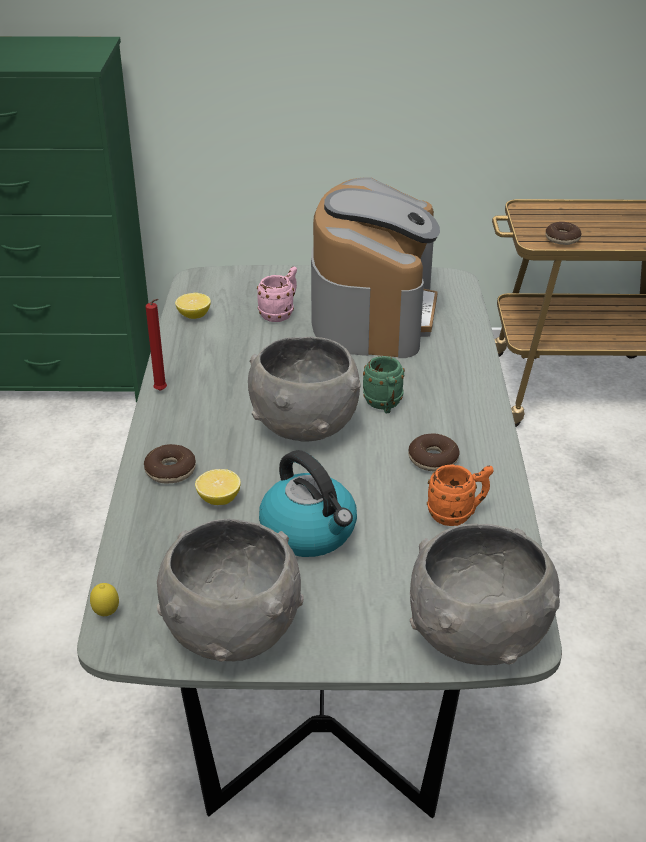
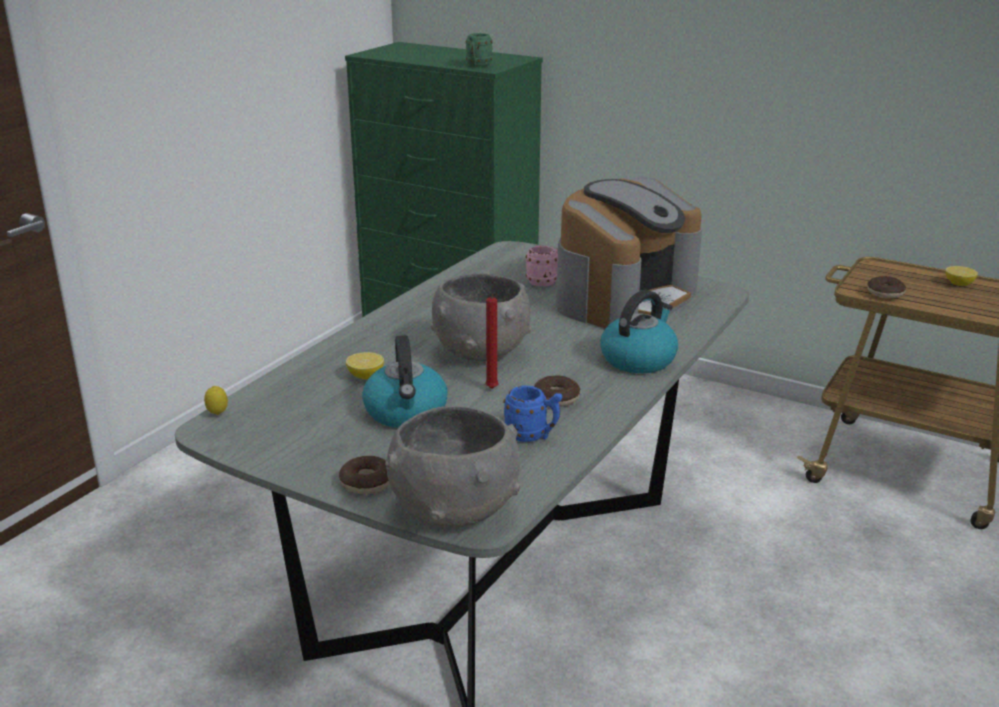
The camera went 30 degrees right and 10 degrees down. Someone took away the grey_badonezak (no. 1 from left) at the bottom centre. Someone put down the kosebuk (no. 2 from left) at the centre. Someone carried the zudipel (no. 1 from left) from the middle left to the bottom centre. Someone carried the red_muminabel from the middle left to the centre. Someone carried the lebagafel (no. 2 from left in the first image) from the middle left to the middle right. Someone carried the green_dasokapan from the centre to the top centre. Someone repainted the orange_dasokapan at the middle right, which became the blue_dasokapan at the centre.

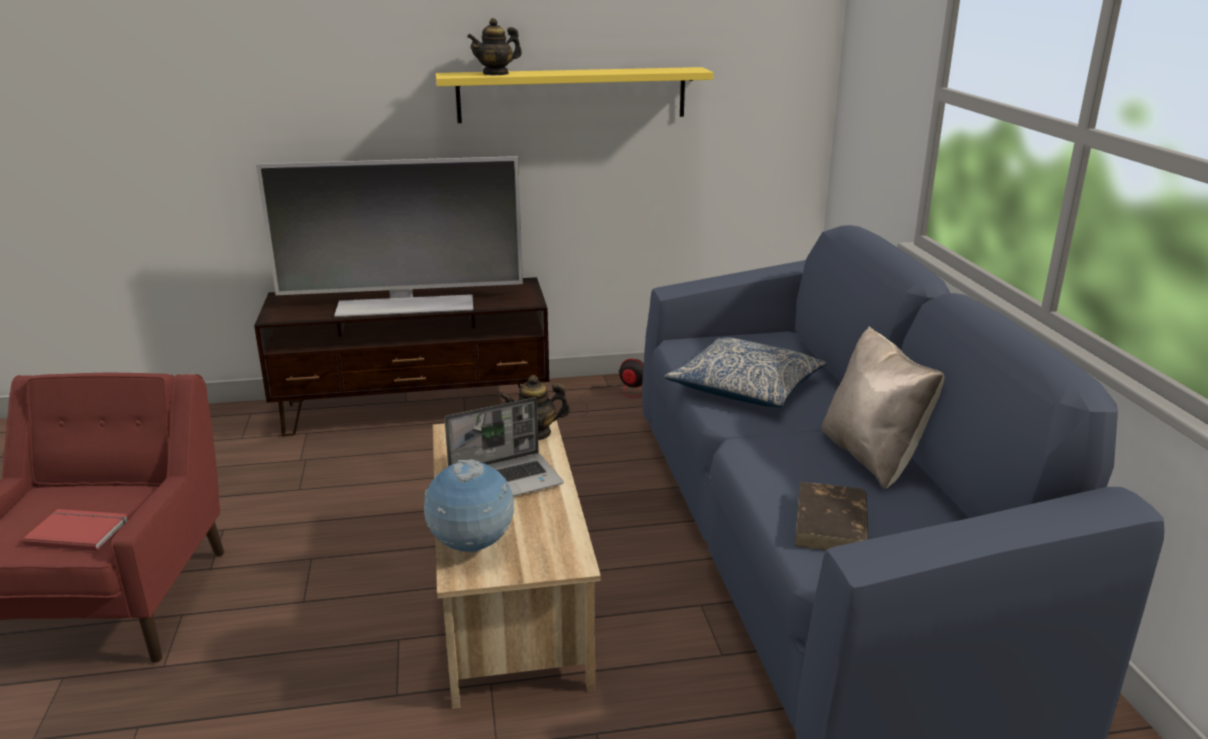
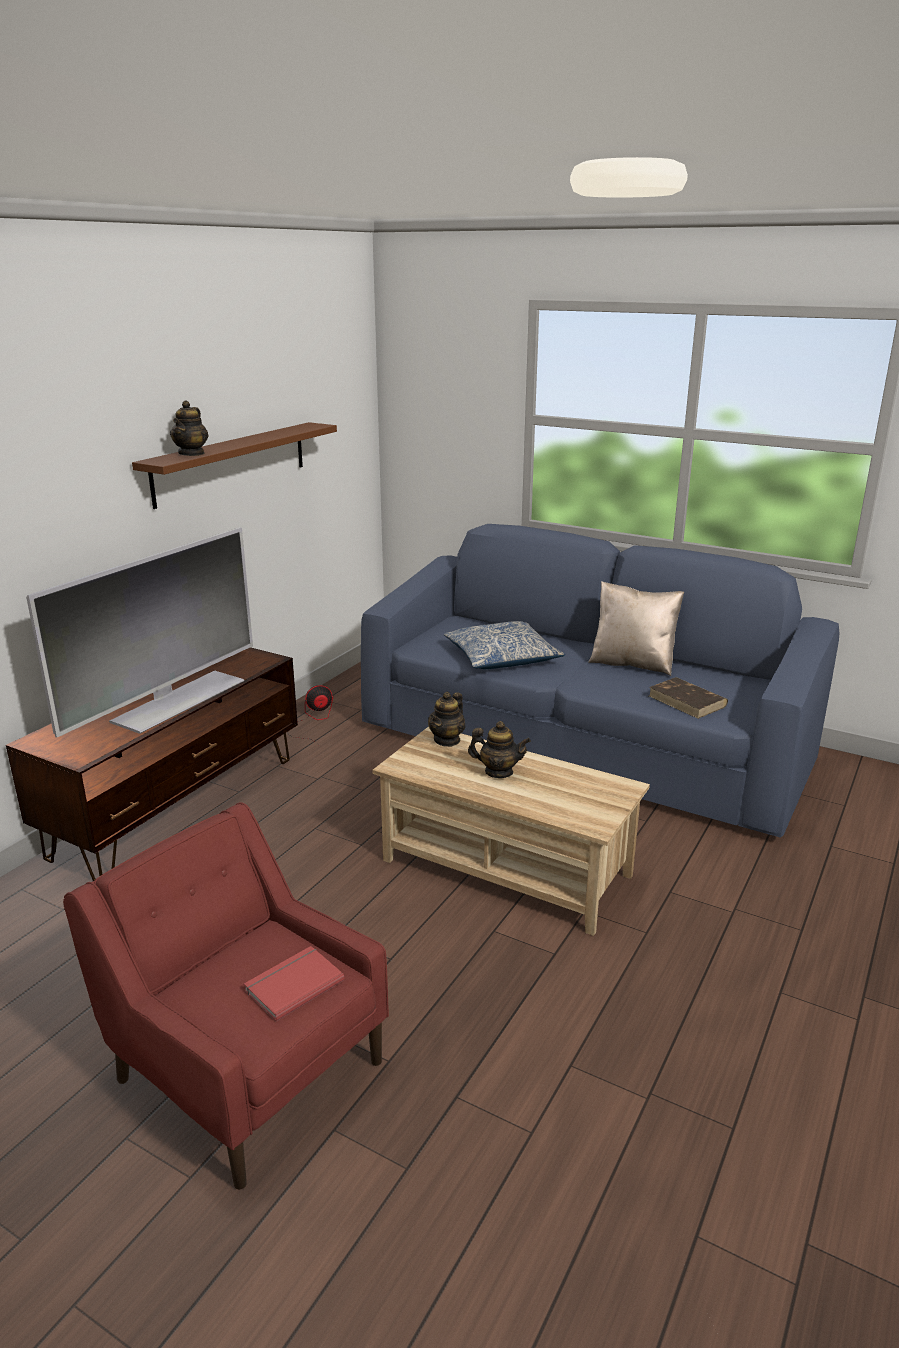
The camera went 50 degrees left and 0 degrees up. Someone took away the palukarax at the bottom centre. Someone swapped the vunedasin at the centre for the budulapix (no. 3 from left) at the centre. Someone repainted the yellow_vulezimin at the top centre, which became the brown_vulezimin at the middle left.

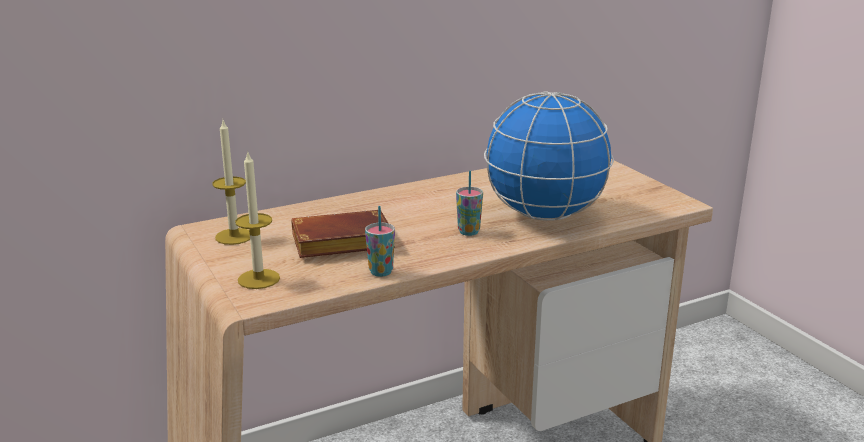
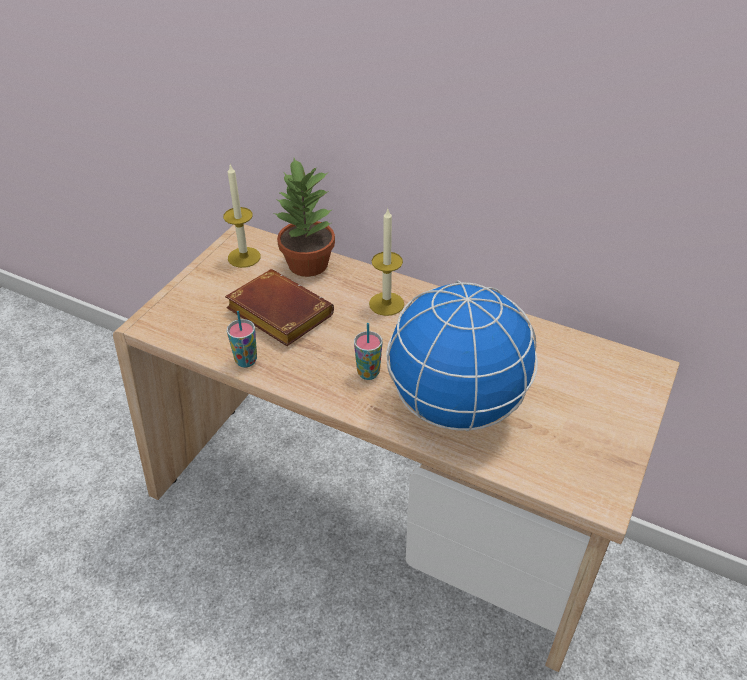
The camera went 55 degrees right and 20 degrees up. Someone put down the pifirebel at the top centre. Someone carried the muminabel (no. 2 from left) from the middle left to the centre.

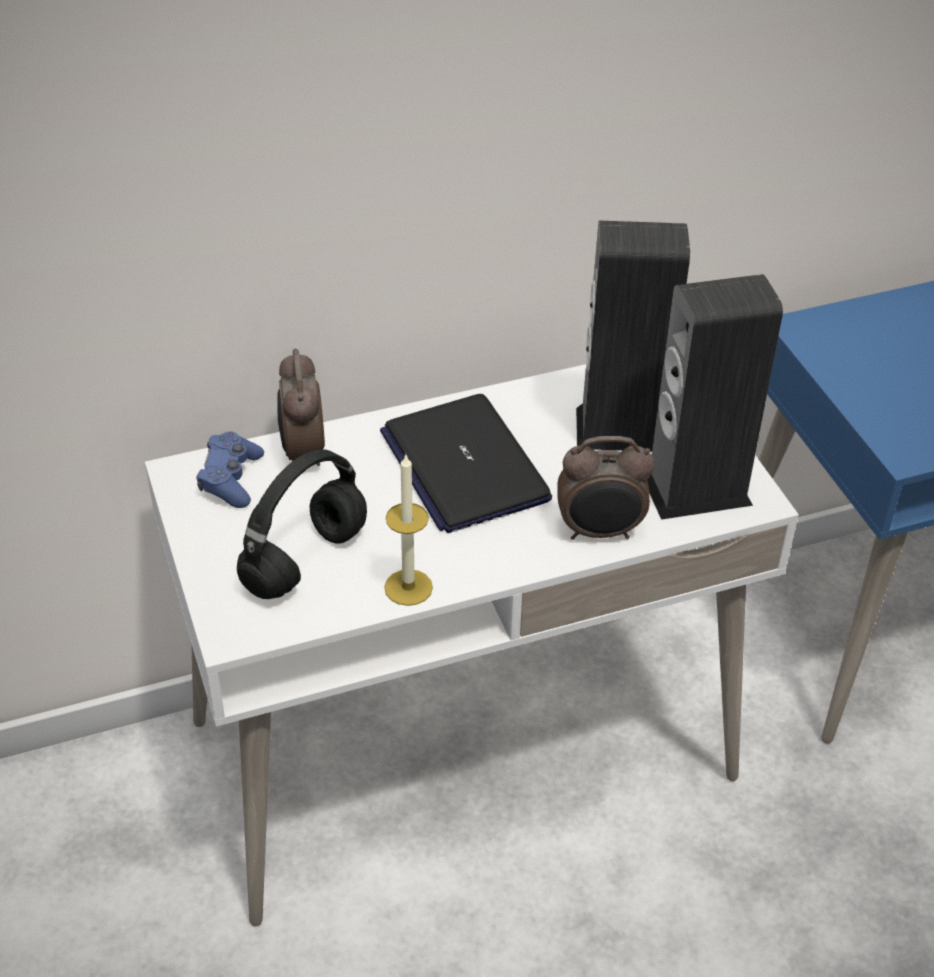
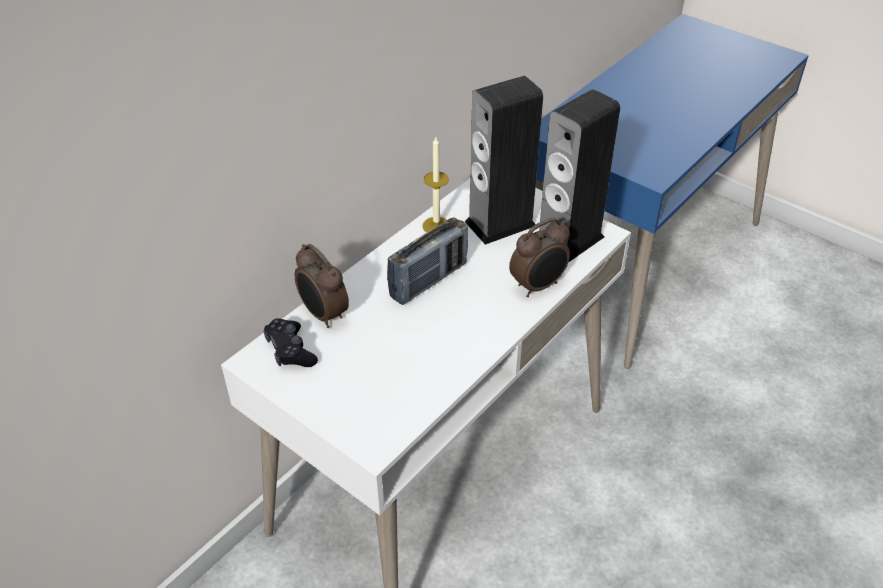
The camera went 30 degrees left and 0 degrees up. Someone took away the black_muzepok at the middle left. Someone carried the muminabel from the centre to the top centre. Someone swapped the vunedasin at the centre for the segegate at the centre. Someone repainted the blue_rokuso at the middle left, which became the black_rokuso at the middle left.

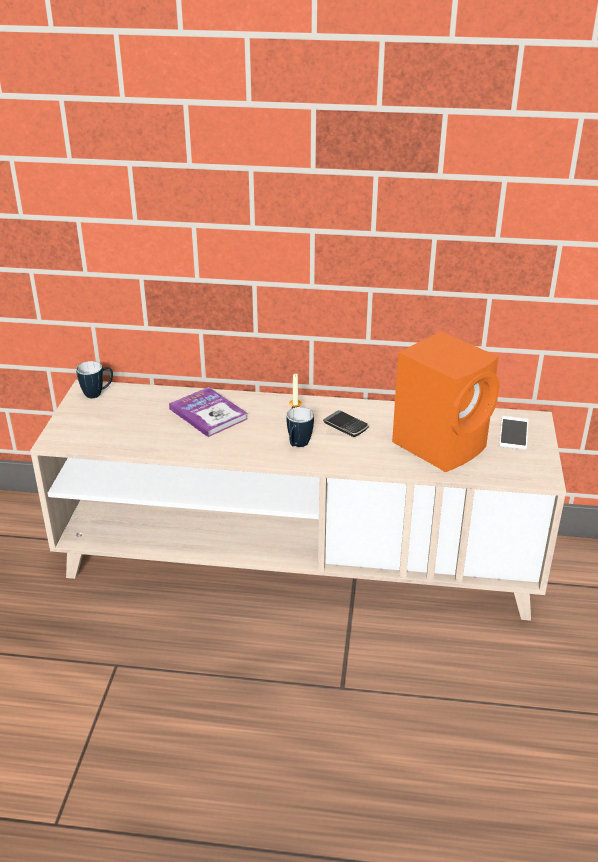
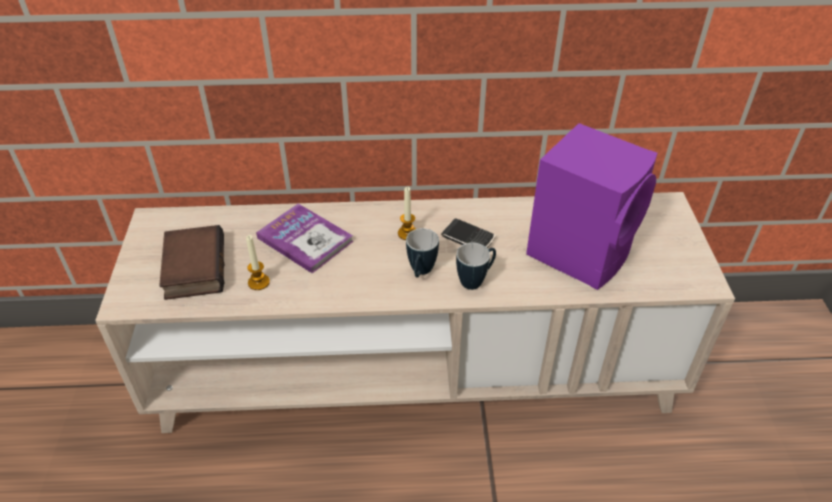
The camera went 10 degrees left and 10 degrees up. Someone took away the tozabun (no. 2 from left) at the middle right. Someone put down the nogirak (no. 1 from left) at the middle left. Someone put down the muminabel (no. 1 from left) at the middle left. Someone carried the dasokapan (no. 1 from left in the first image) from the middle left to the centre. Someone repainted the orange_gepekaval at the middle right, which became the purple_gepekaval at the middle right.

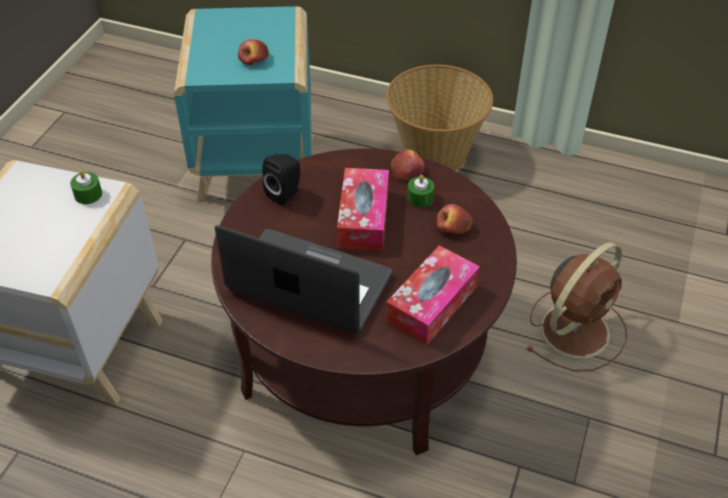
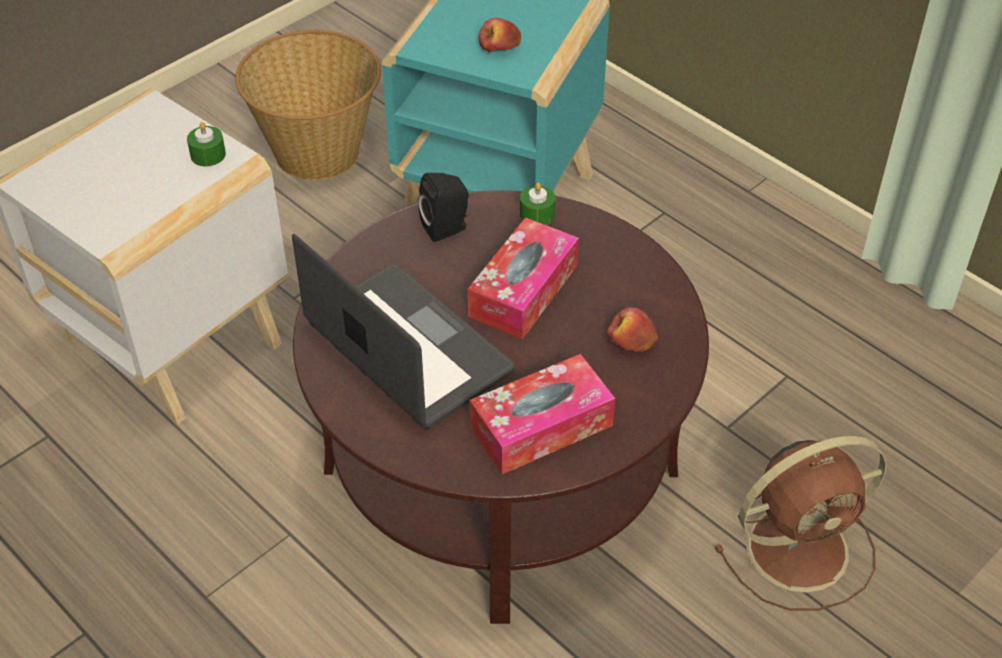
The camera went 25 degrees right and 0 degrees up. Someone took away the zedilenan (no. 2 from left) at the top centre. Someone carried the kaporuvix from the top centre to the top left. Someone carried the green_muminabel (no. 2 from left) from the centre to the top centre.

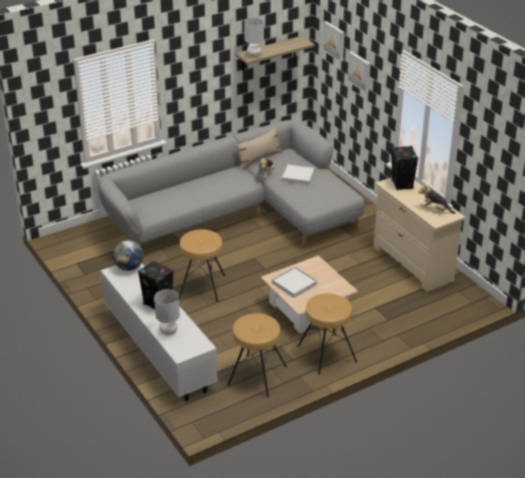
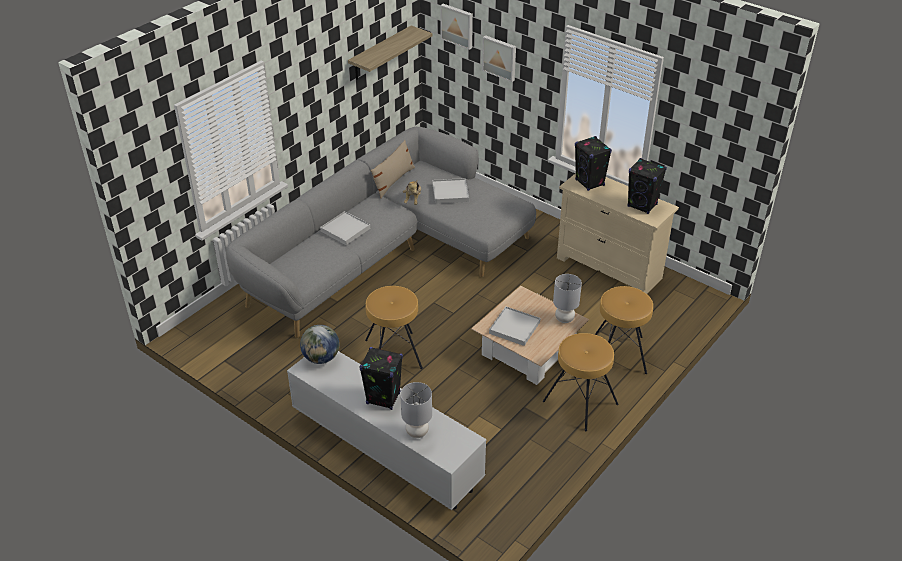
The camera went 20 degrees left and 5 degrees up. Someone put down the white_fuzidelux (no. 1 from left) at the centre. Someone carried the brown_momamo (no. 2 from left in the first image) from the bottom centre to the middle right. Someone carried the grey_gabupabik (no. 2 from left) from the top centre to the centre. Someone swapped the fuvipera (no. 2 from left) at the middle right for the black_gepekaval (no. 3 from left) at the top right.

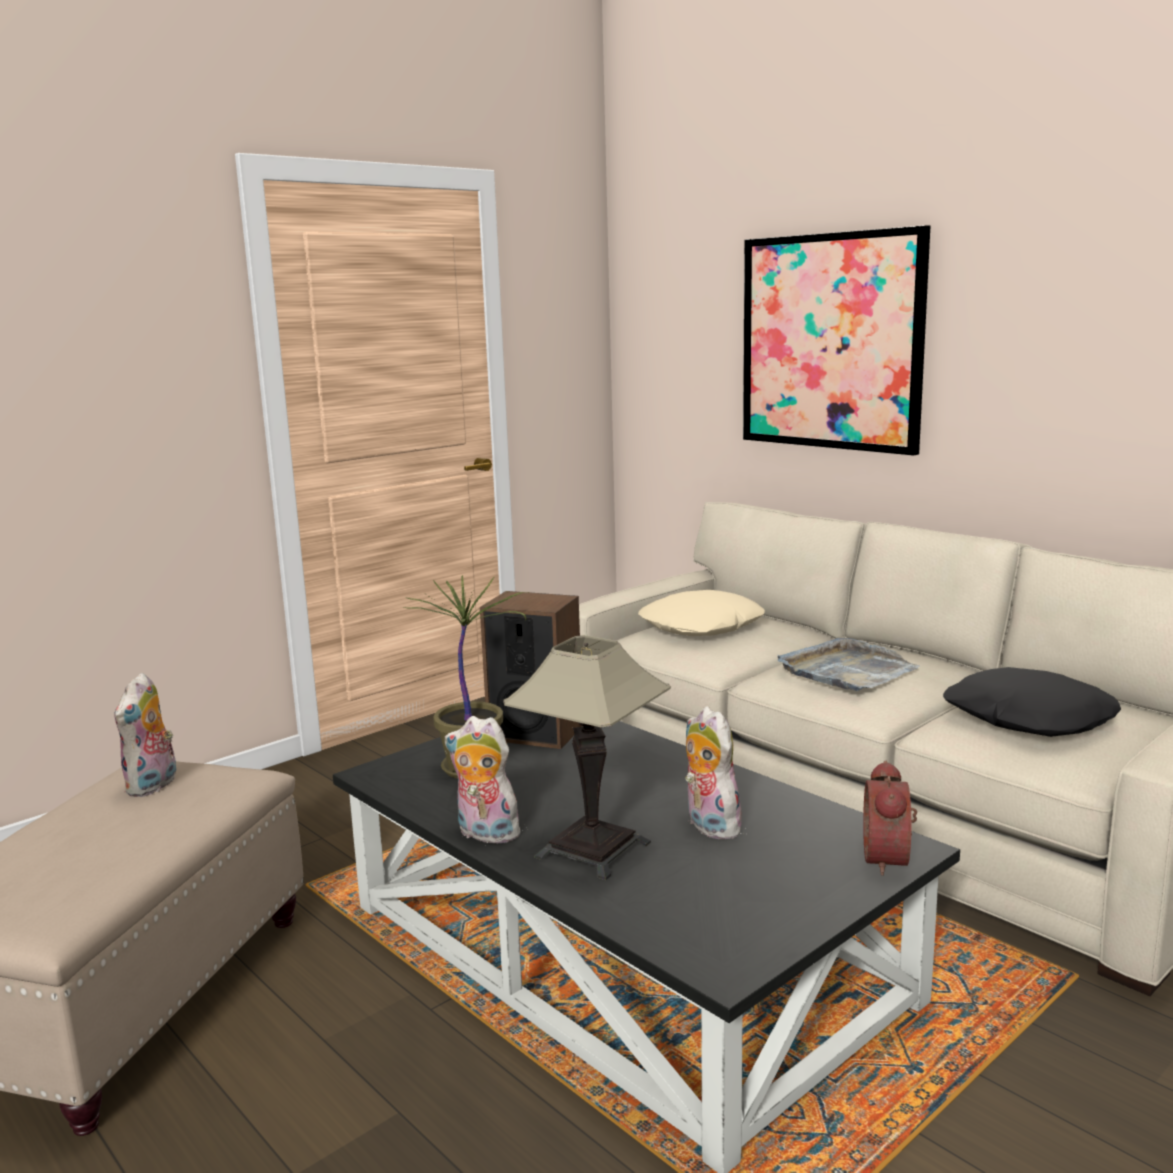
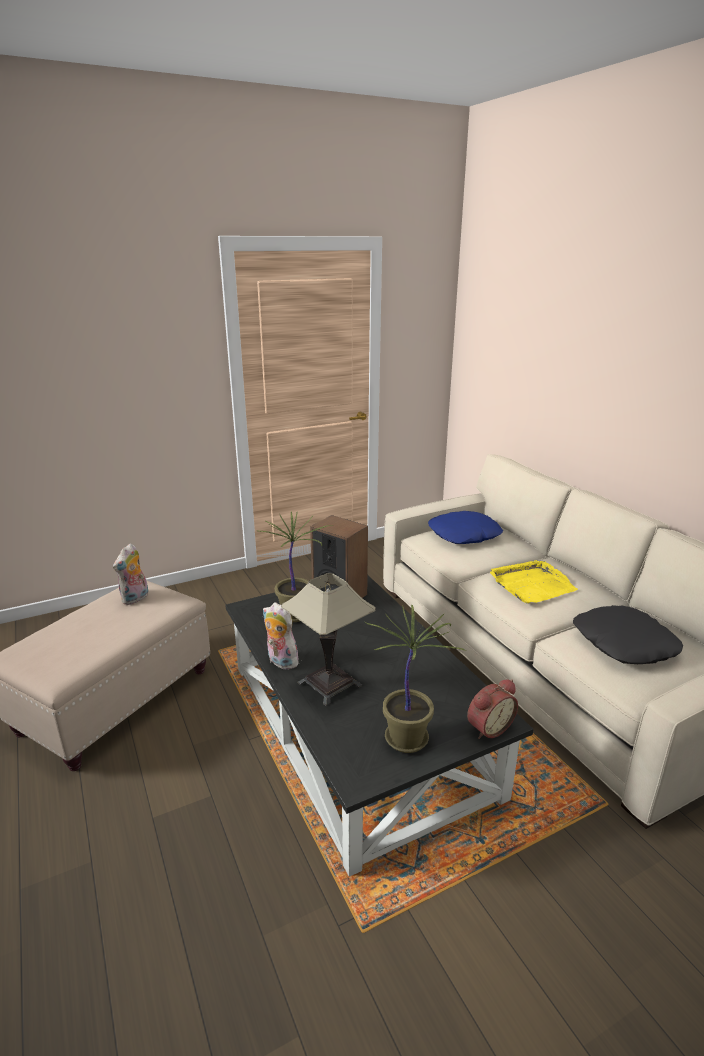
The camera went 15 degrees right and 10 degrees up. Someone took away the fuvipera (no. 3 from left) at the centre. Someone took away the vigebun at the top right. Someone put down the pifirebel (no. 2 from left) at the centre. Someone repainted the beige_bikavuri at the centre, which became the blue_bikavuri at the centre. Someone repainted the grey_fuzidelux at the middle right, which became the yellow_fuzidelux at the middle right. Someone rotated the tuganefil at the bottom right by 150 degrees counterclockwise.

